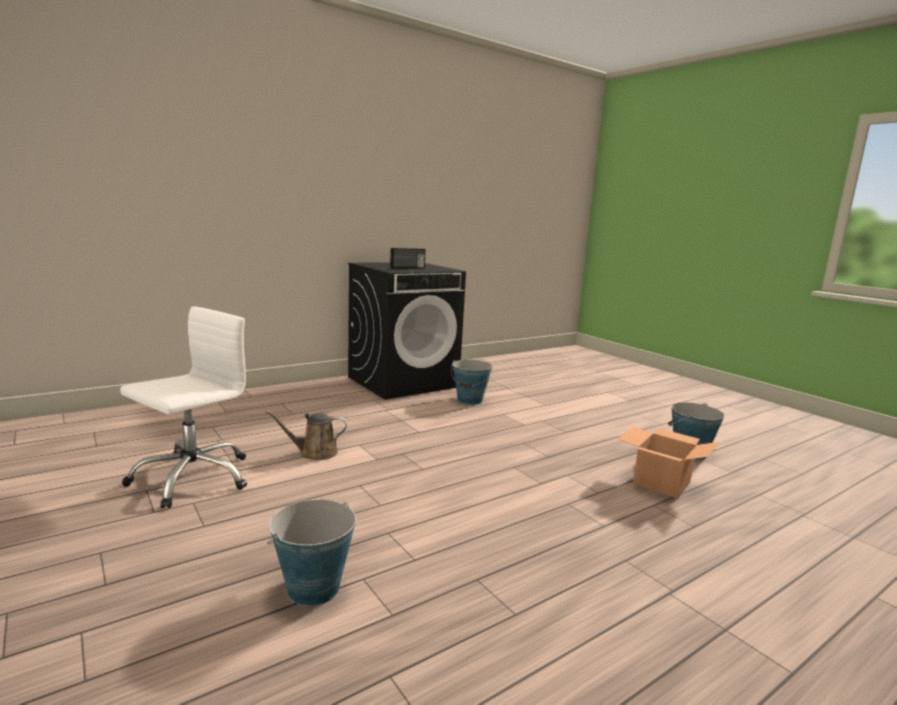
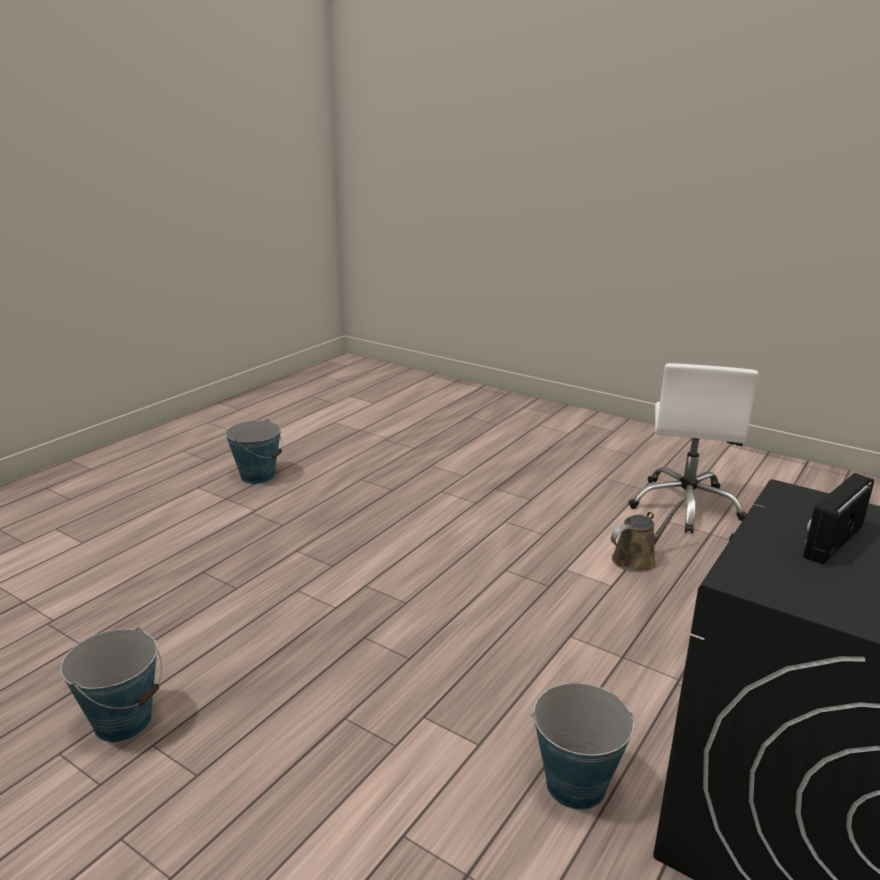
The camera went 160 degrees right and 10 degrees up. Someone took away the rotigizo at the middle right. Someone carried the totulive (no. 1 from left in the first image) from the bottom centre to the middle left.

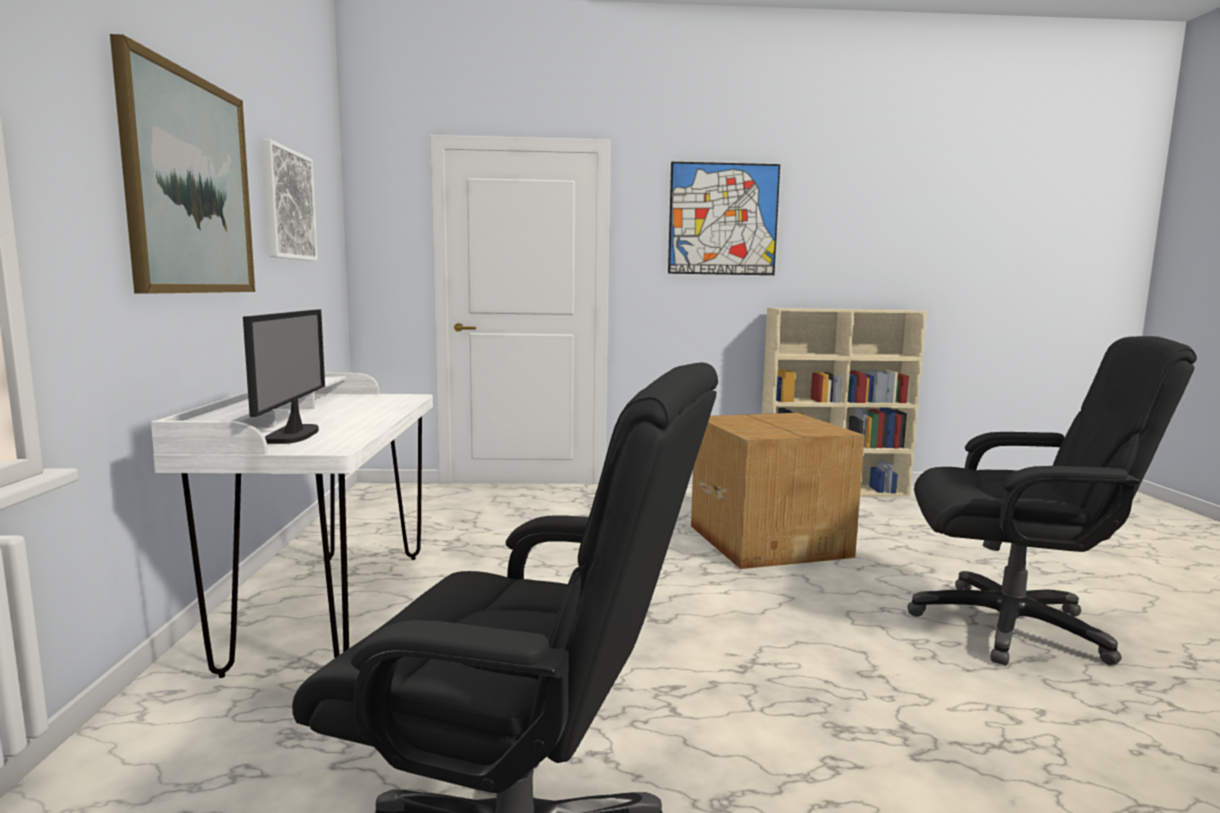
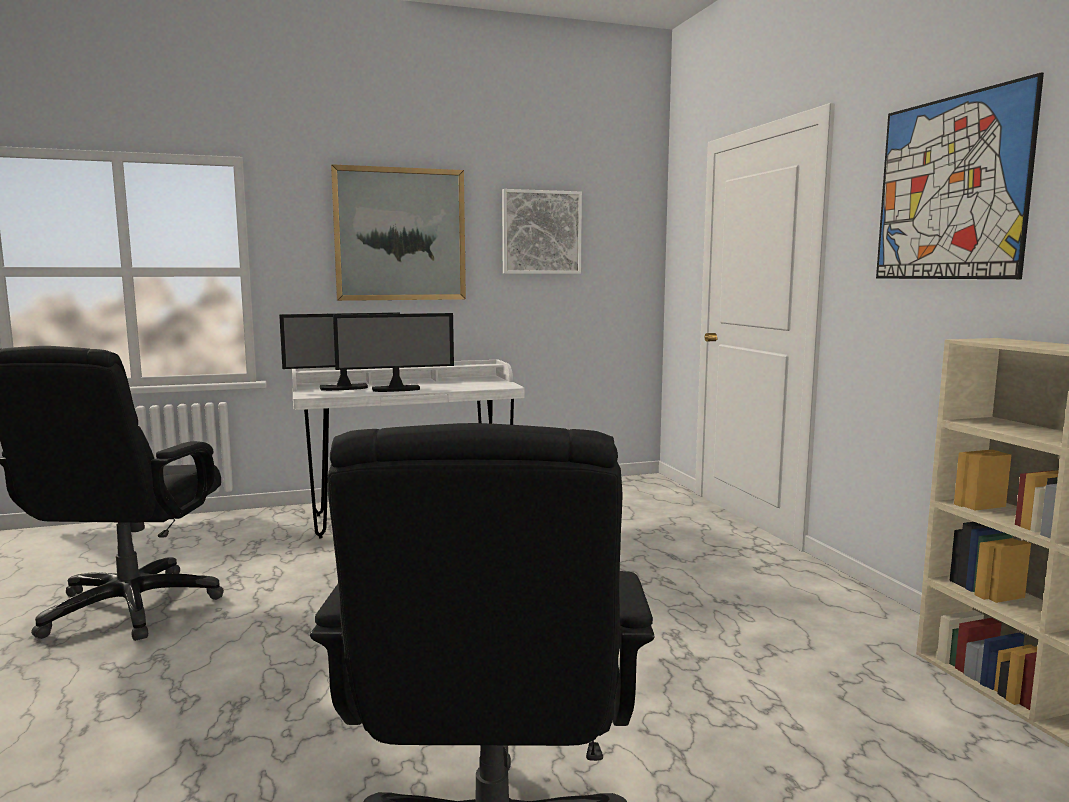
The camera went 75 degrees right and 0 degrees up. Someone took away the rotigizo at the centre. Someone put down the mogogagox (no. 2 from left) at the centre.

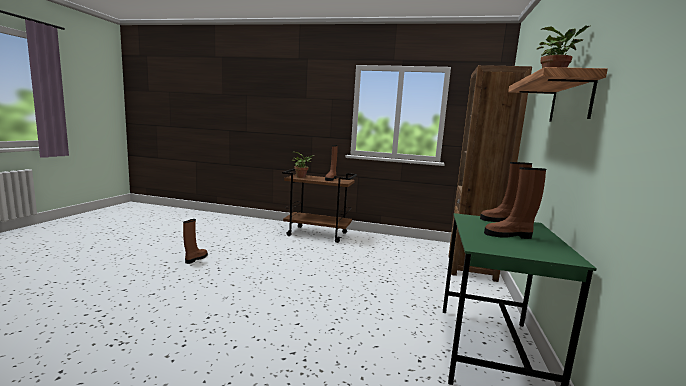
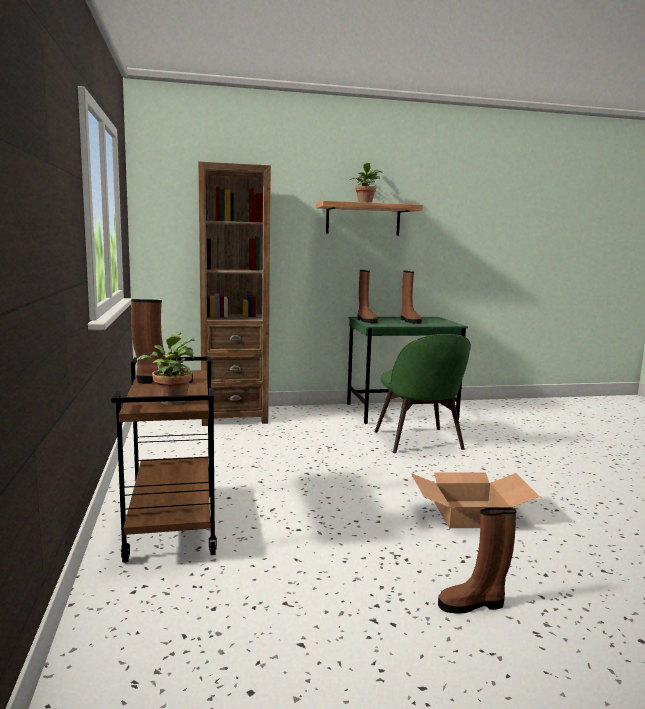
The camera went 115 degrees left and 0 degrees up. Someone put down the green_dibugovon at the centre. Someone put down the rotigizo at the bottom right.

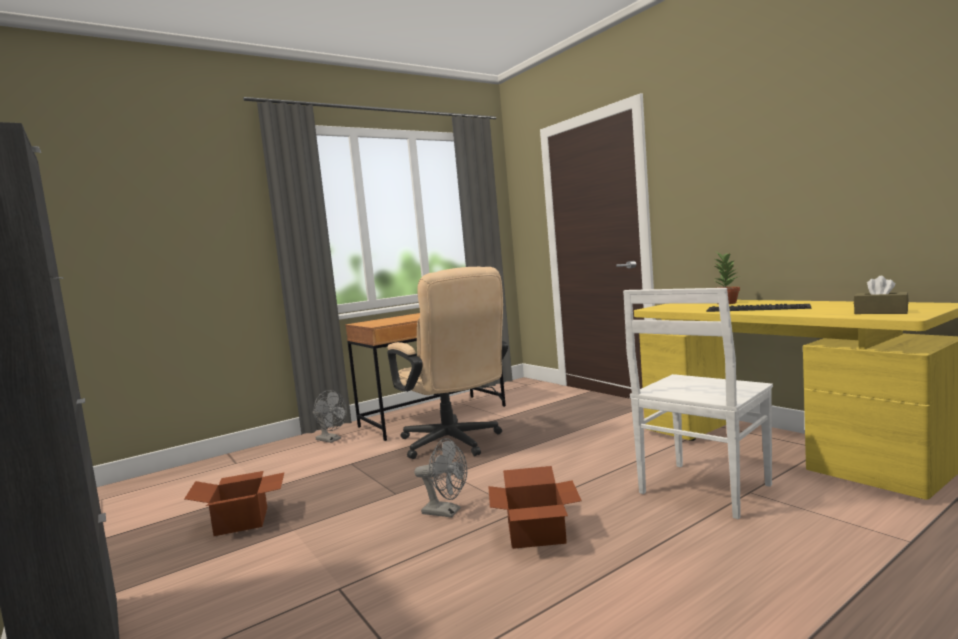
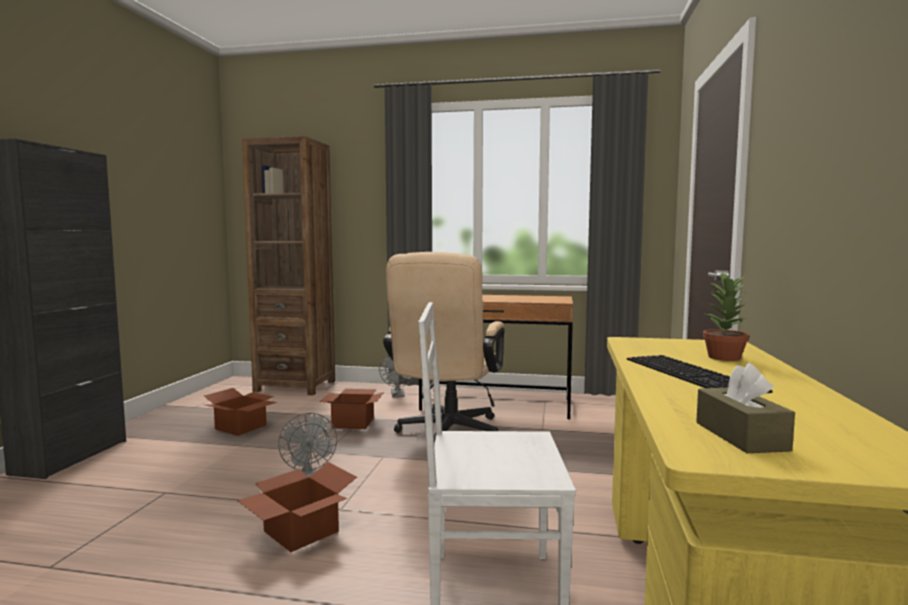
The camera went 45 degrees right and 0 degrees up. Someone put down the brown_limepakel at the middle left. Someone put down the rotigizo (no. 3 from left) at the bottom centre.

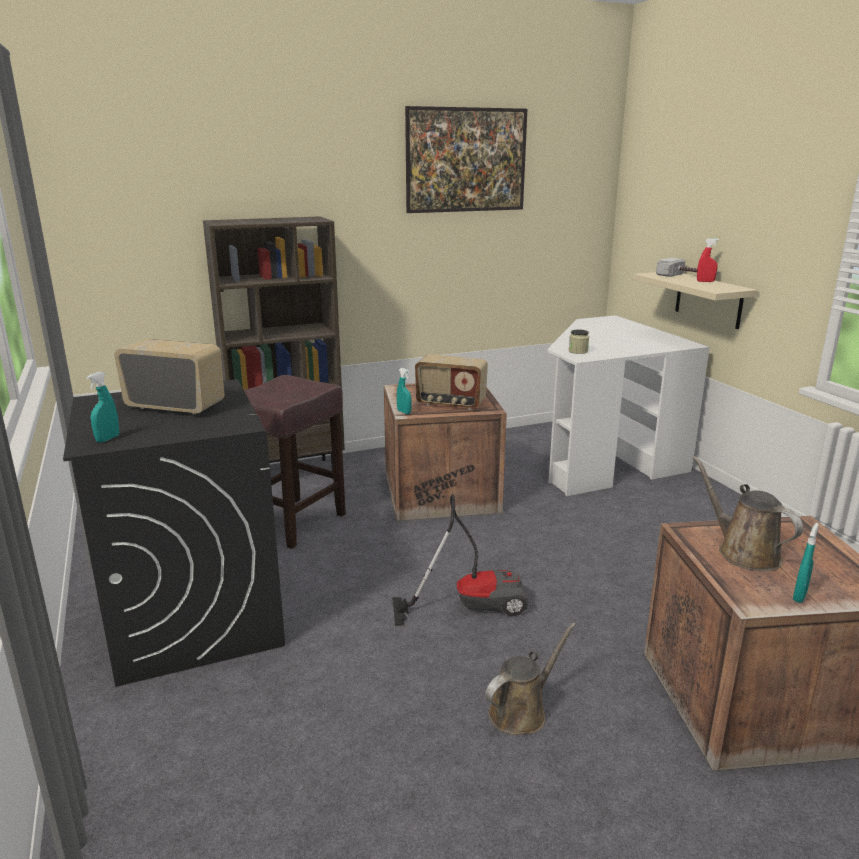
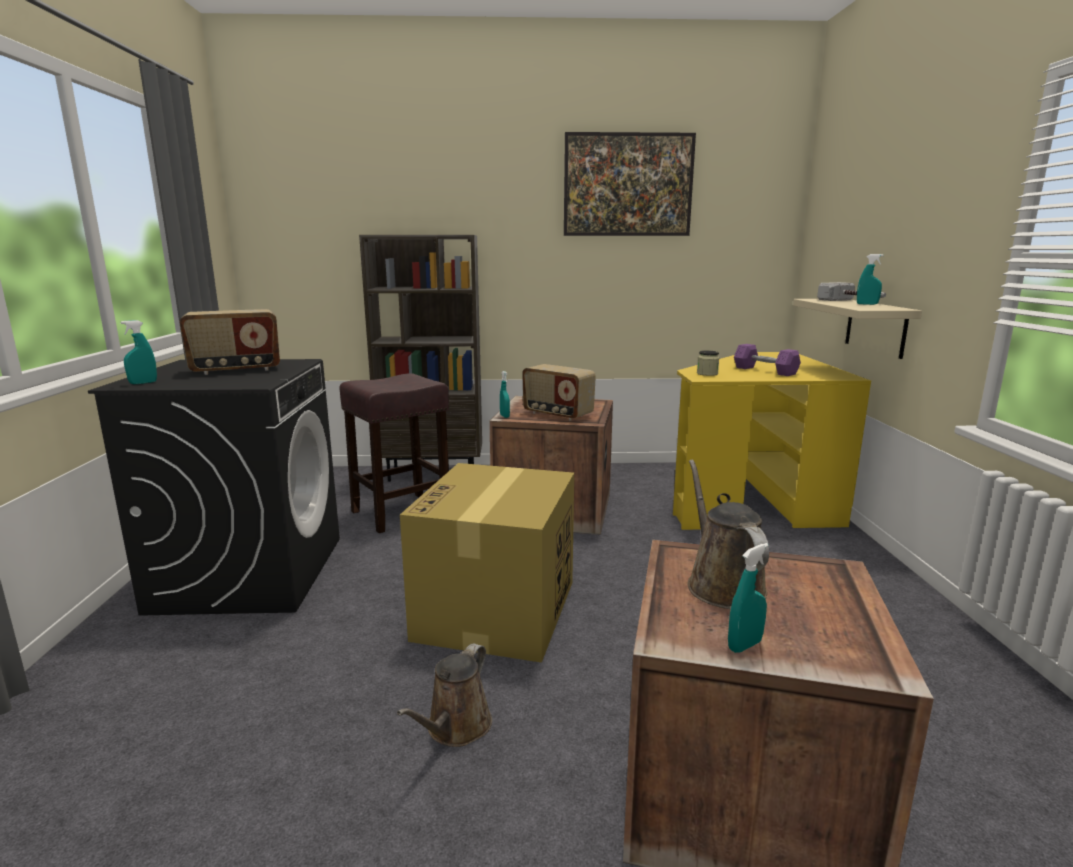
The camera went 20 degrees right and 5 degrees down. Someone put down the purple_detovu at the middle right. Someone swapped the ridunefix at the centre for the rotigizo at the centre. Someone repainted the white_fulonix at the middle right, which became the yellow_fulonix at the middle right. Someone repainted the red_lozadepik at the top right, which became the turquoise_lozadepik (no. 4 from left) at the top right. Someone rotated the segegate (no. 1 from left) at the middle left by 120 degrees clockwise. Someone rotated the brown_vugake (no. 1 from left) at the bottom centre by 135 degrees clockwise.

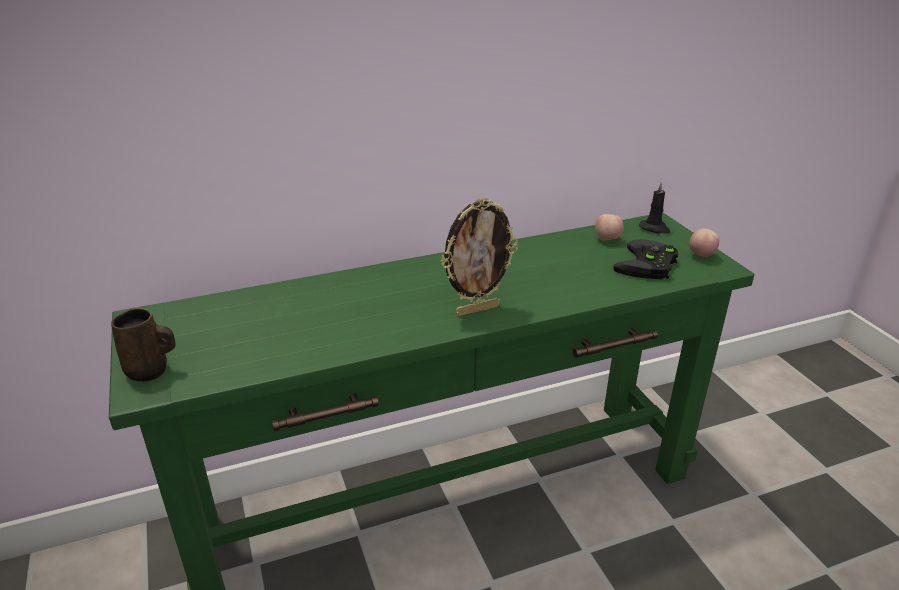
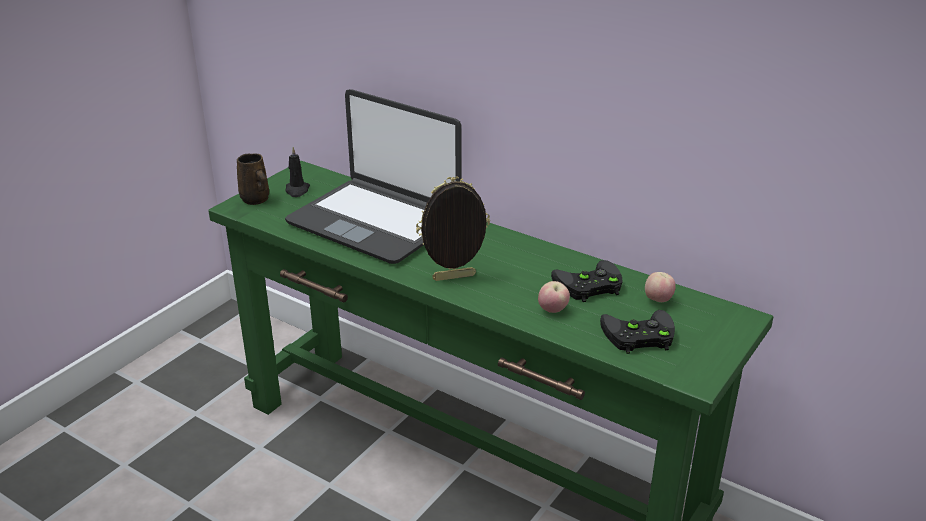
The camera went 55 degrees right and 0 degrees up. Someone put down the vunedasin at the centre. Someone put down the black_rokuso (no. 1 from left) at the centre. Someone carried the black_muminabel from the middle right to the top left. Someone carried the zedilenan (no. 2 from left in the first image) from the middle right to the centre. Someone rotated the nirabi at the centre by 135 degrees clockwise.

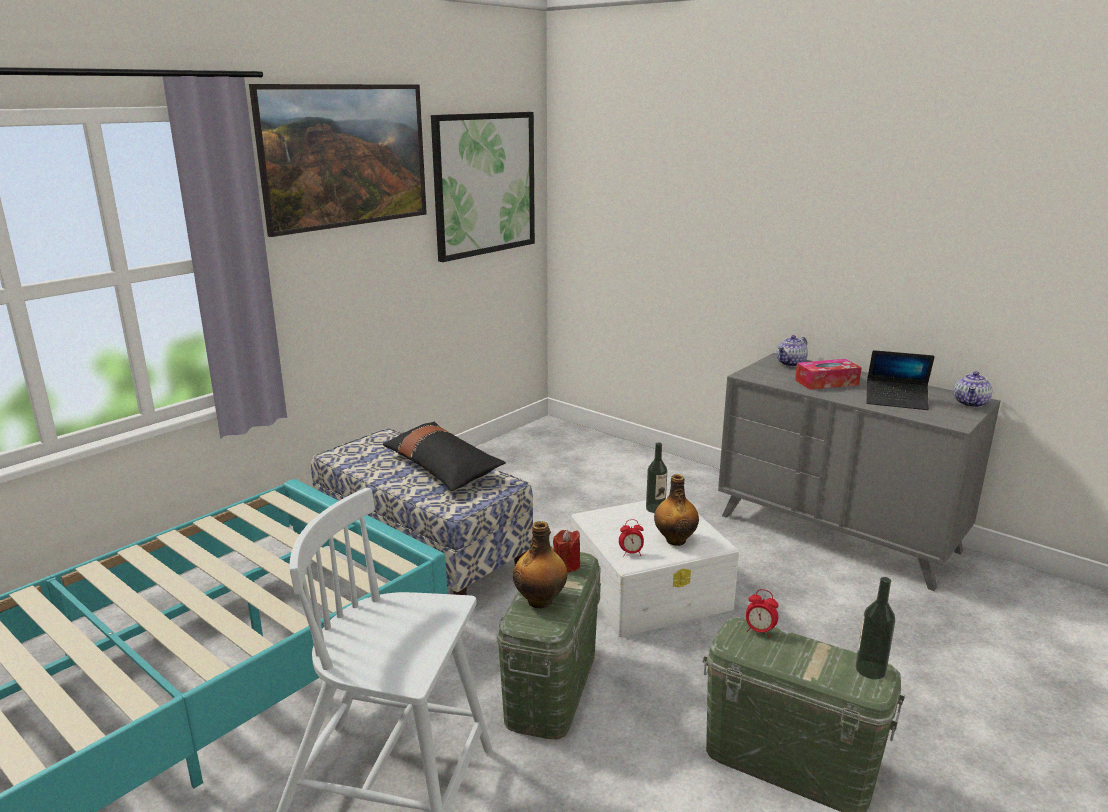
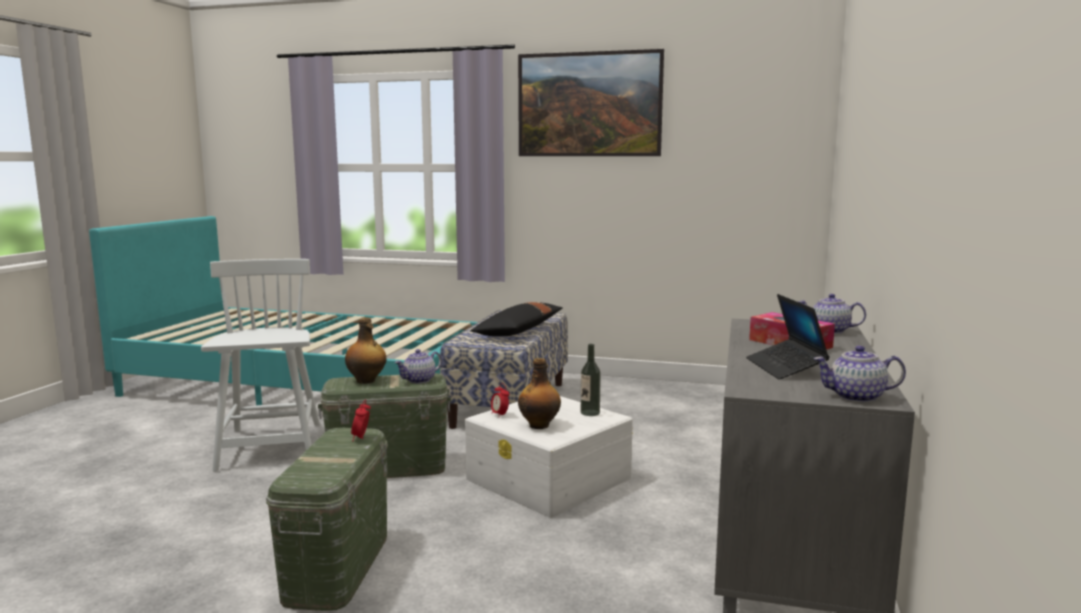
The camera went 65 degrees right and 10 degrees down. Someone took away the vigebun (no. 2 from left) at the top centre. Someone took away the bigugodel (no. 4 from left) at the bottom right. Someone swapped the red_muminabel at the bottom centre for the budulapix (no. 1 from left) at the centre.

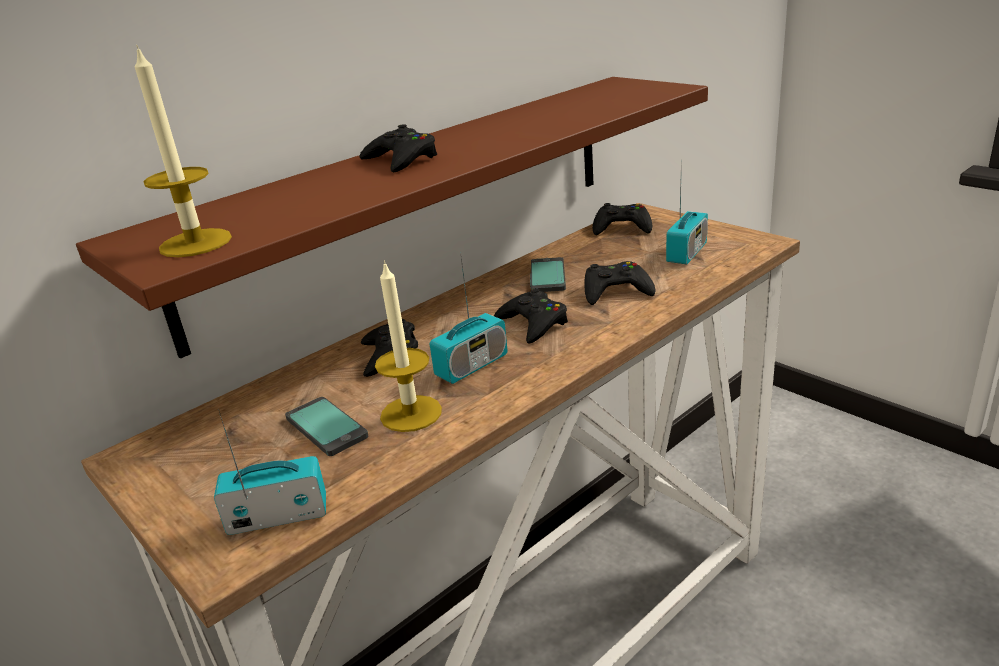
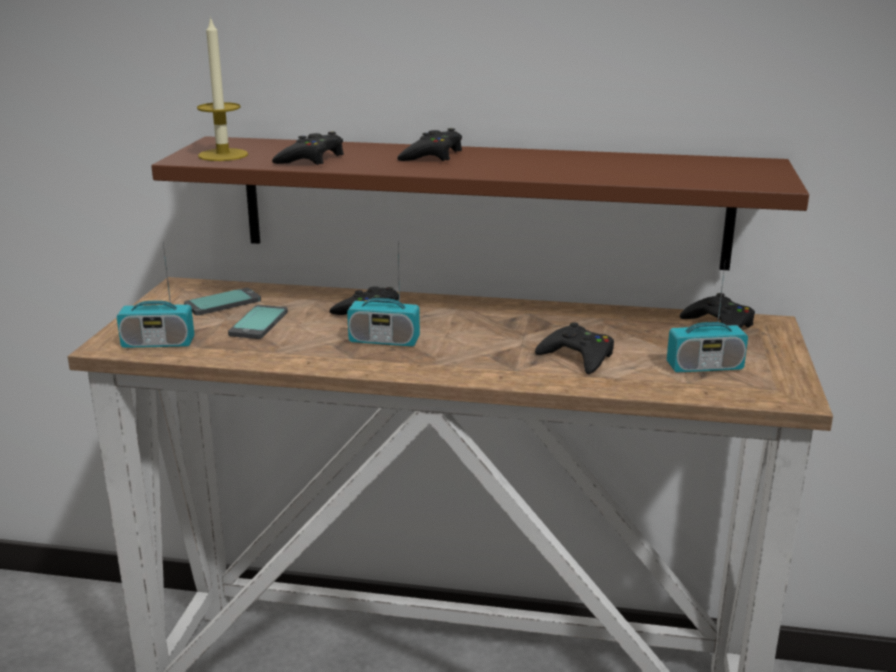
The camera went 50 degrees right and 5 degrees down. Someone took away the muminabel (no. 2 from left) at the centre. Someone carried the black_rokuso (no. 3 from left in the first image) from the centre to the top centre. Someone carried the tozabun (no. 2 from left in the first image) from the centre to the middle left. Someone rotated the segegate (no. 1 from left) at the bottom left by 135 degrees clockwise.

